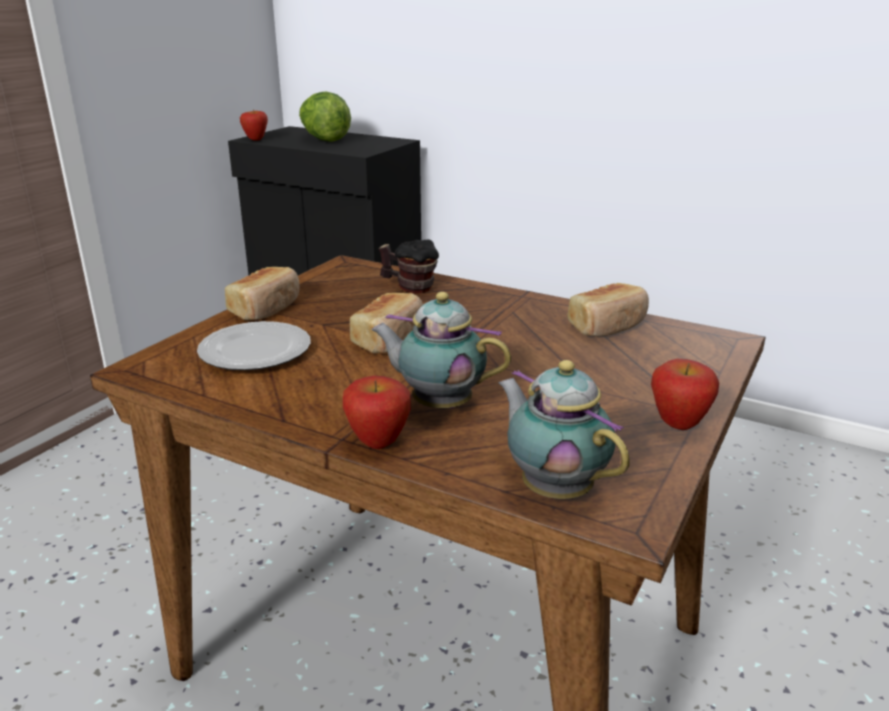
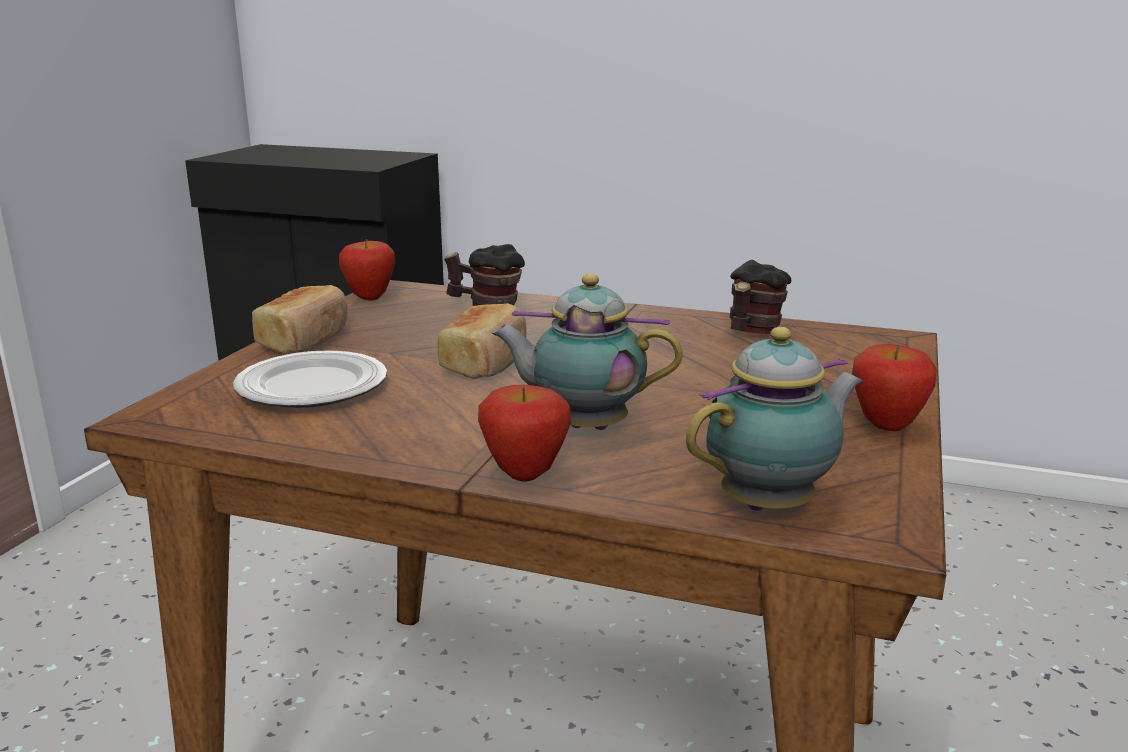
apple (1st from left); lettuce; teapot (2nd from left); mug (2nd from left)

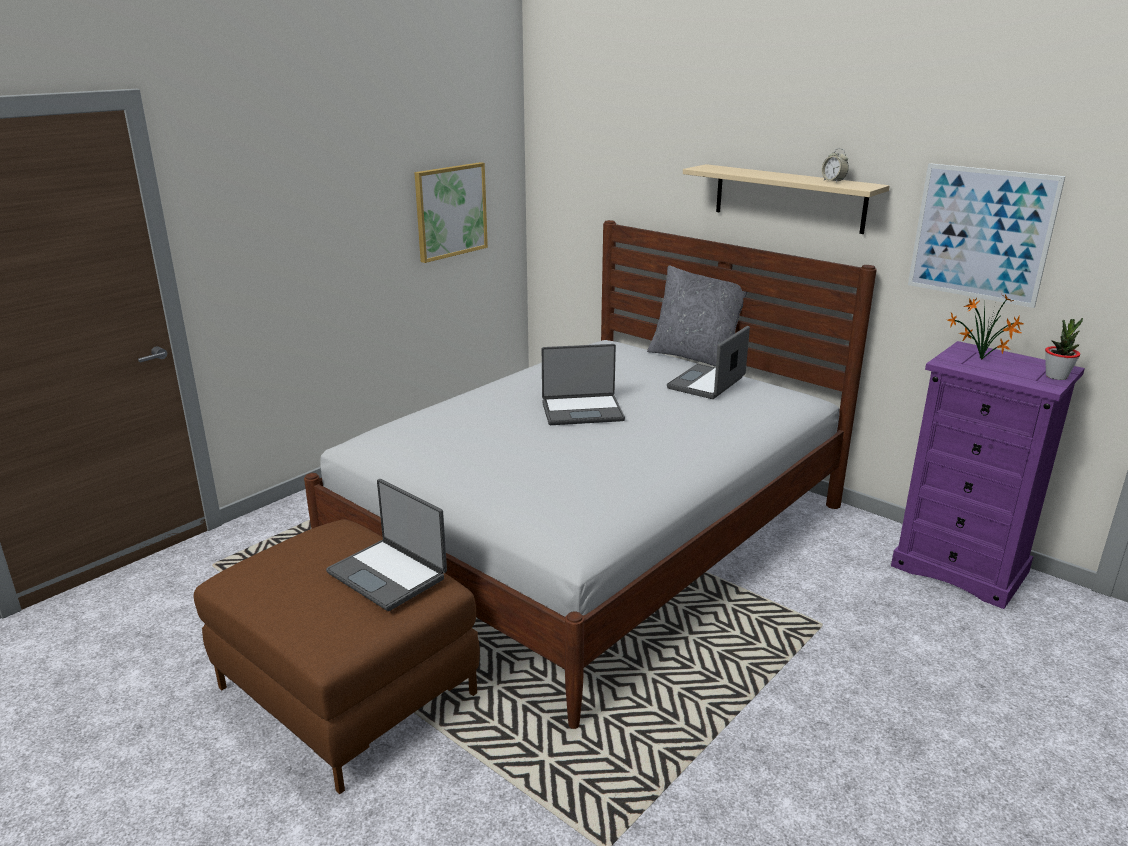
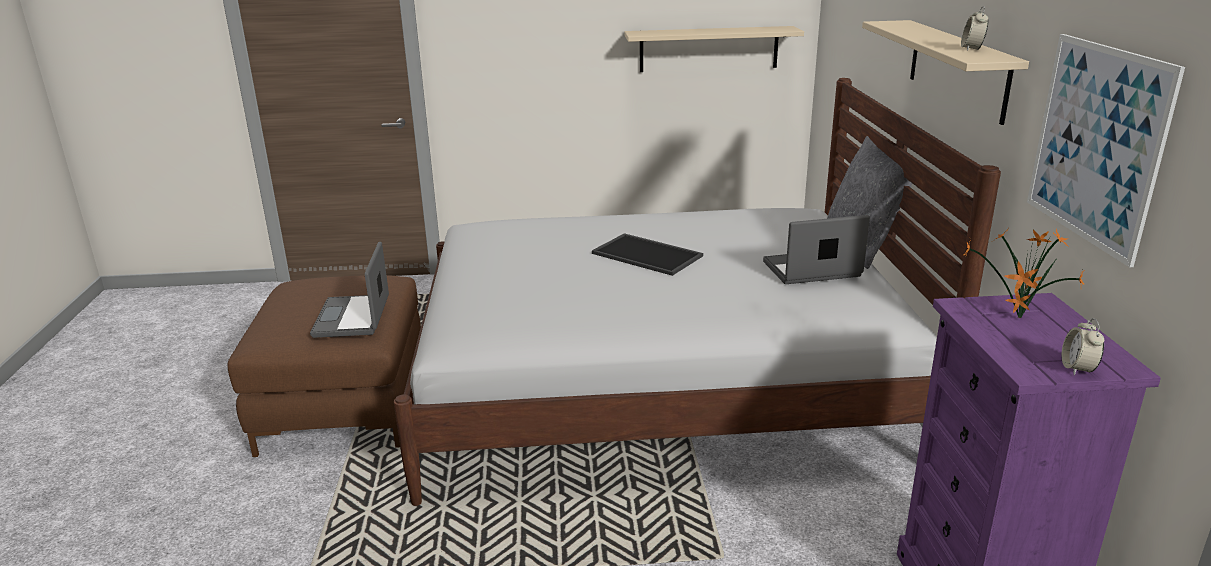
beige shelf (1st from left); tray; alarm clock (2nd from left)

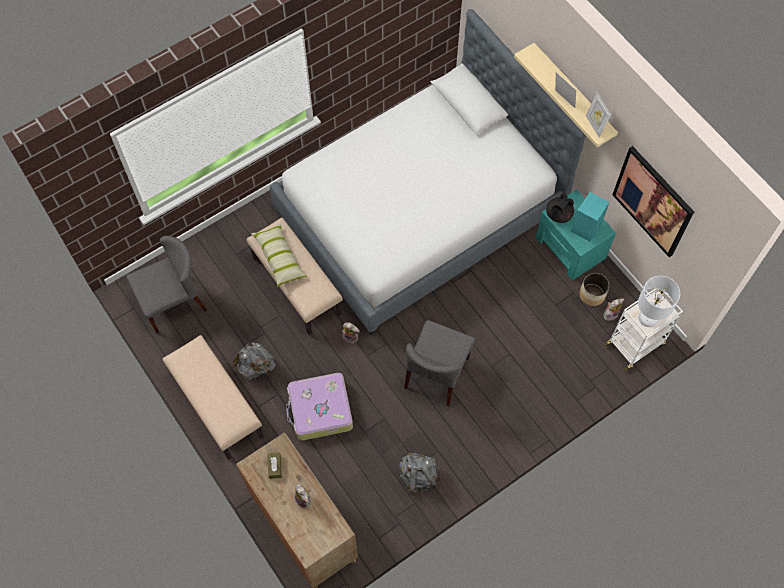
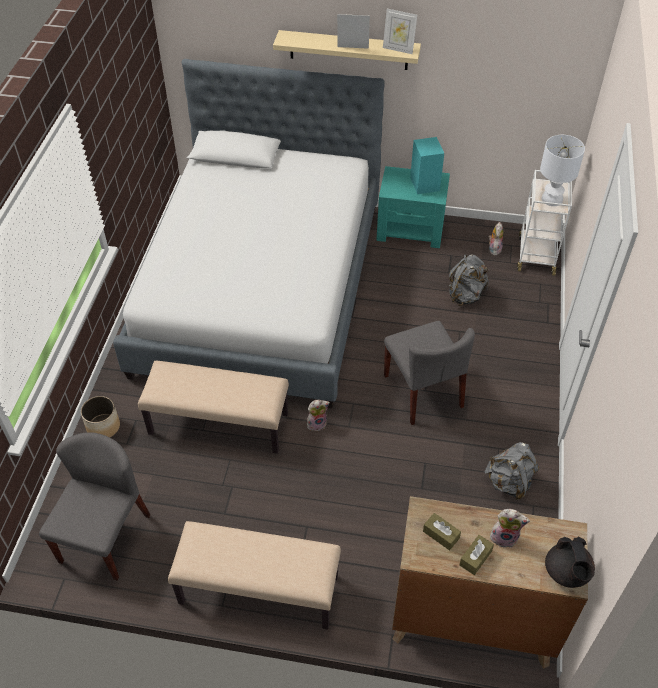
grey backpack (1st from left); pillow; suitcase; black teapot; planter; picture; brown tissue box (2nd from left)

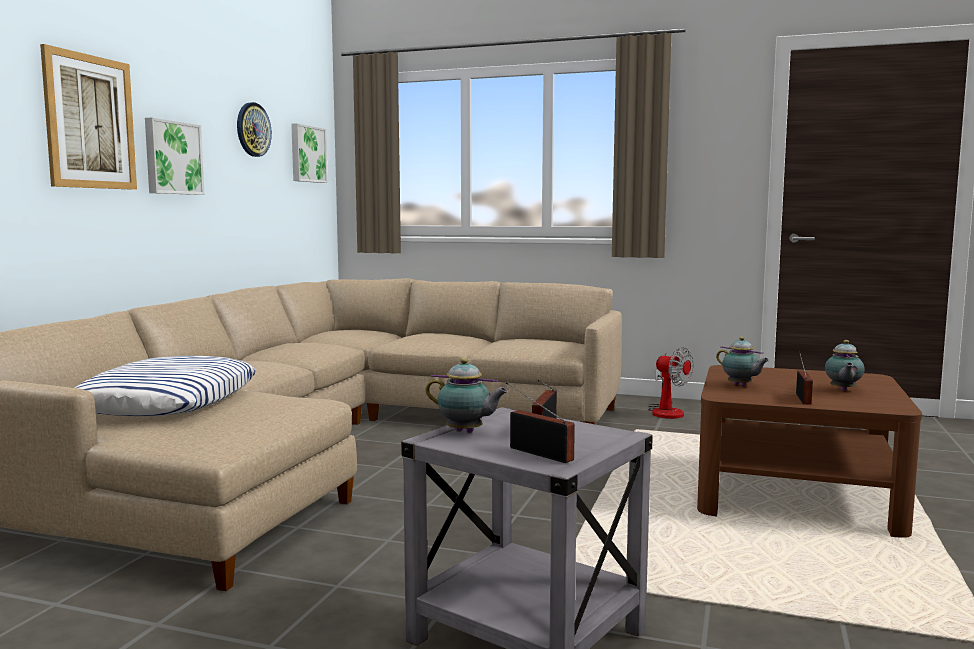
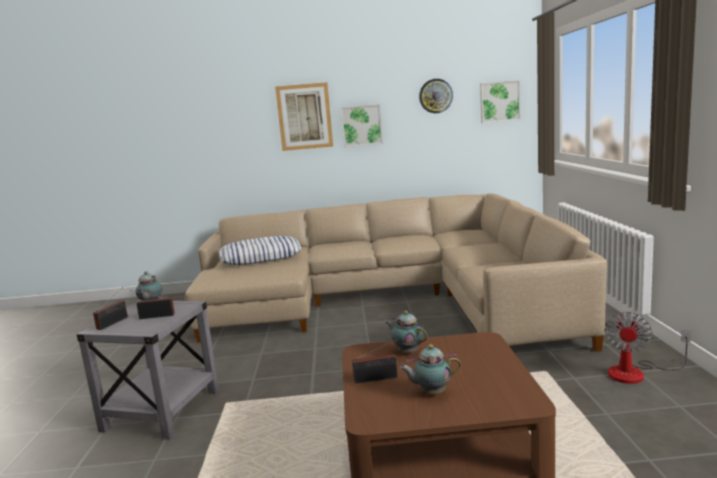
teapot (2nd from left)

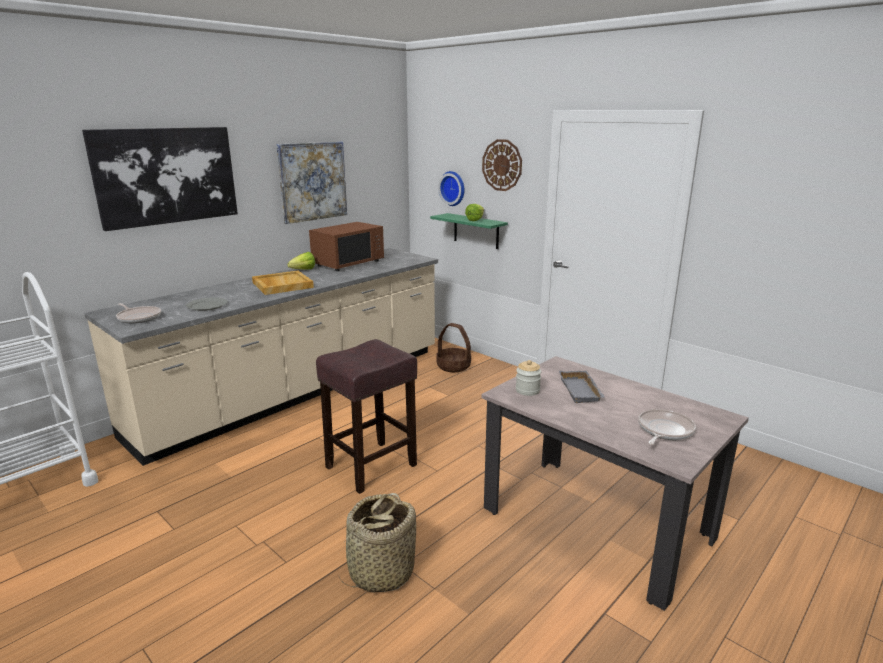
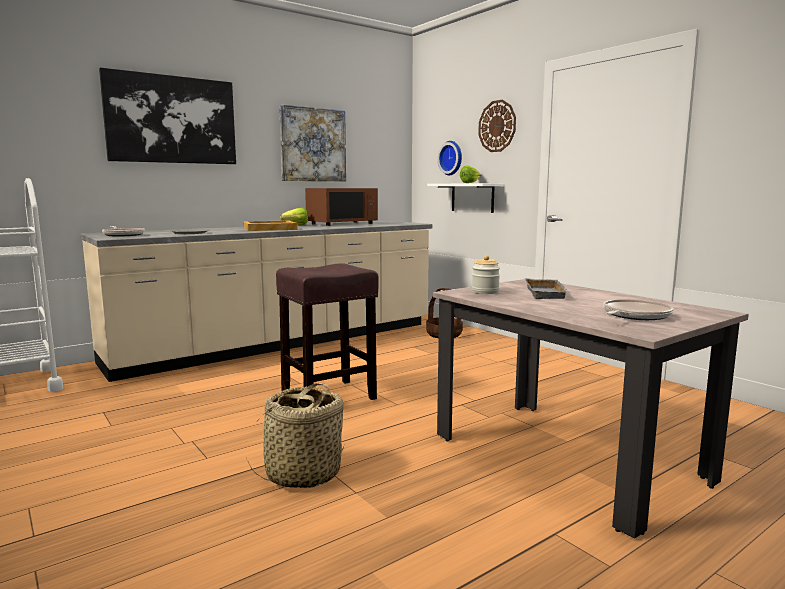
white shelf

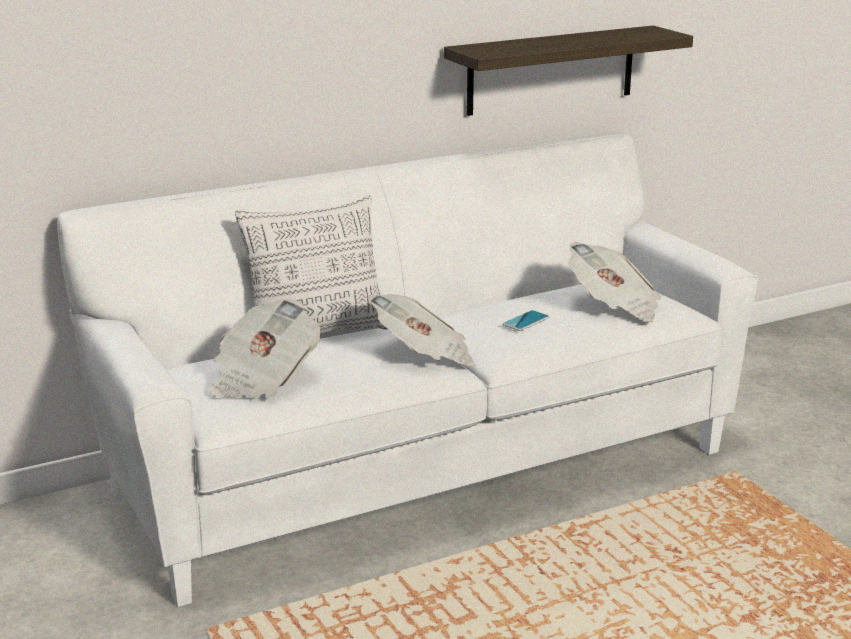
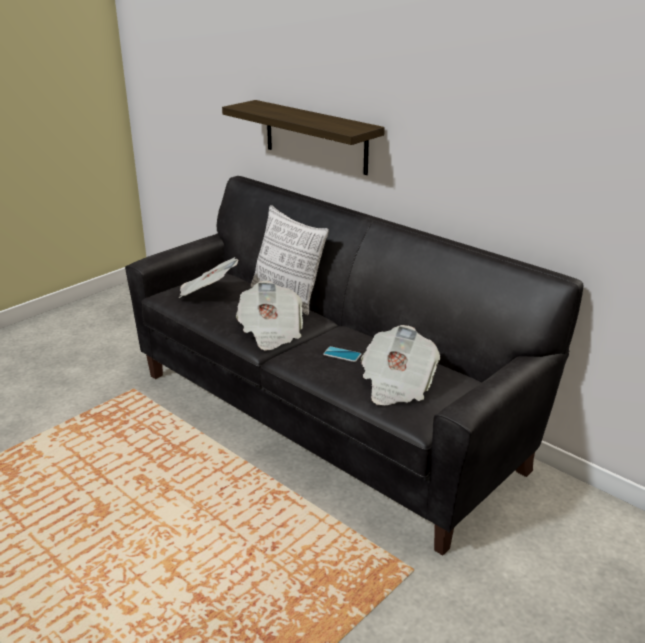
black sofa; shelf

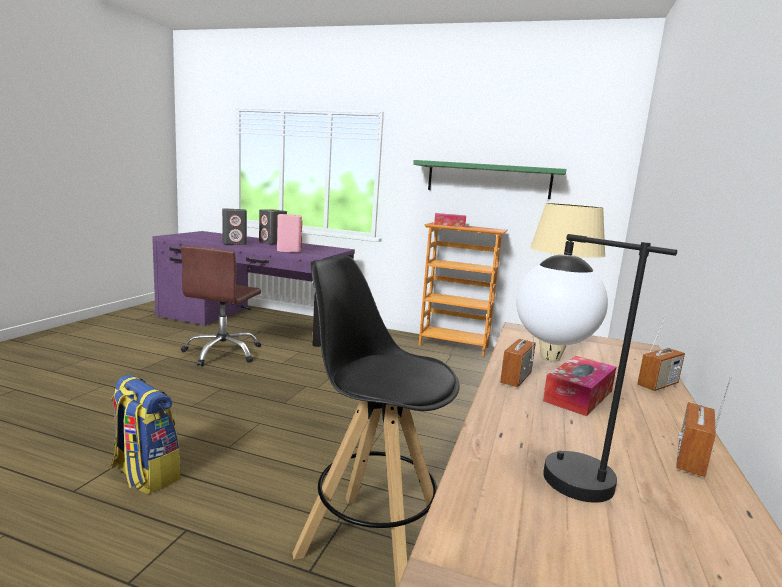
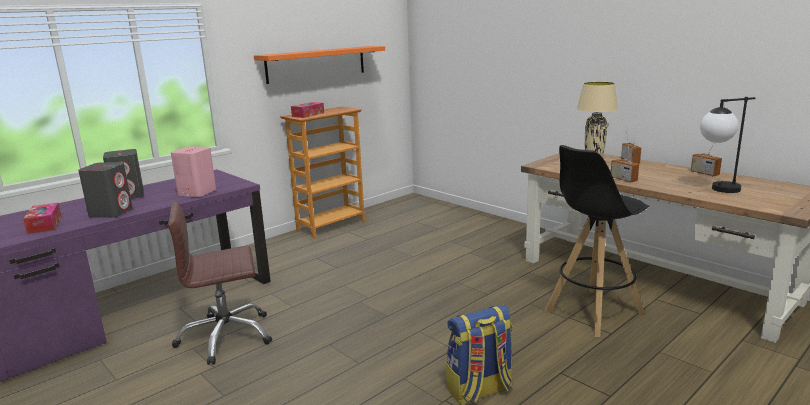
brown office chair; orange shelf; tissue box (1st from left)

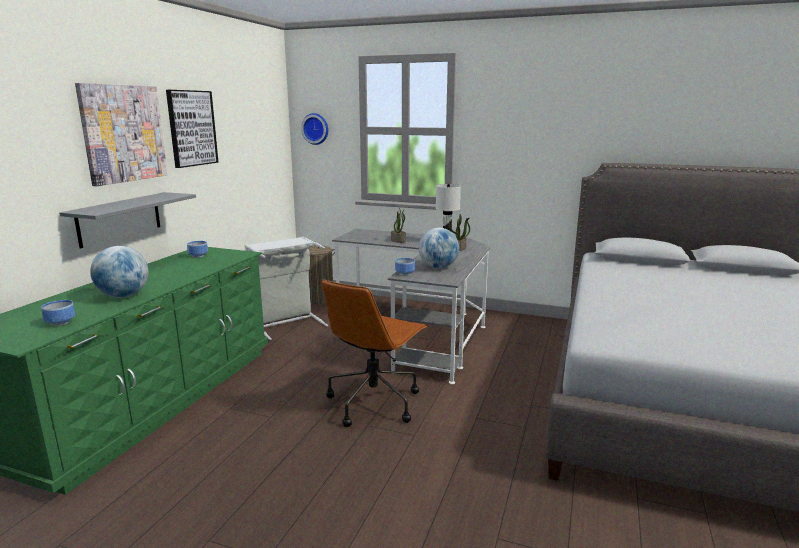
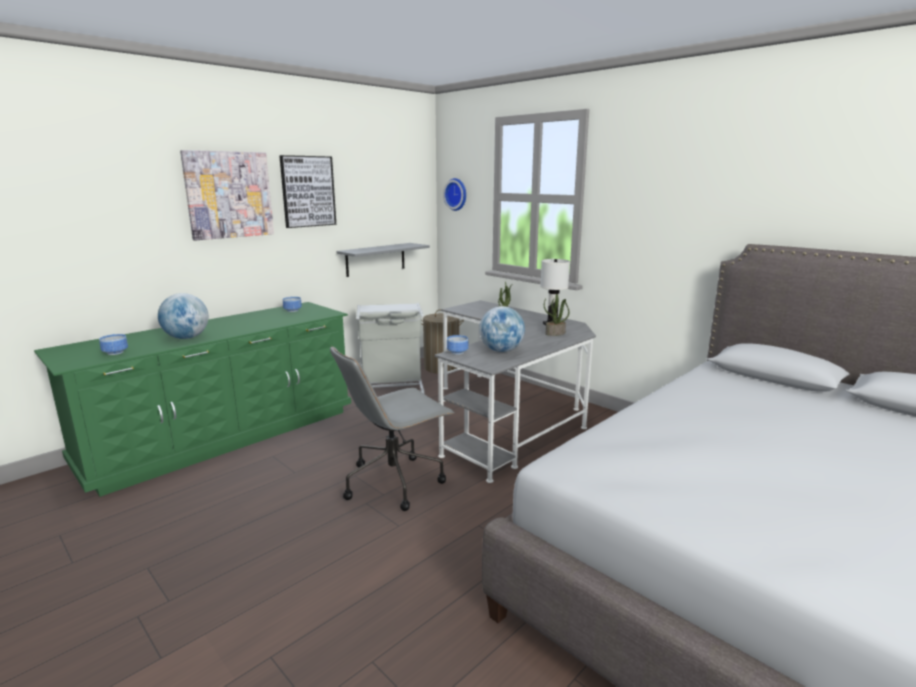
grey shelf; grey office chair

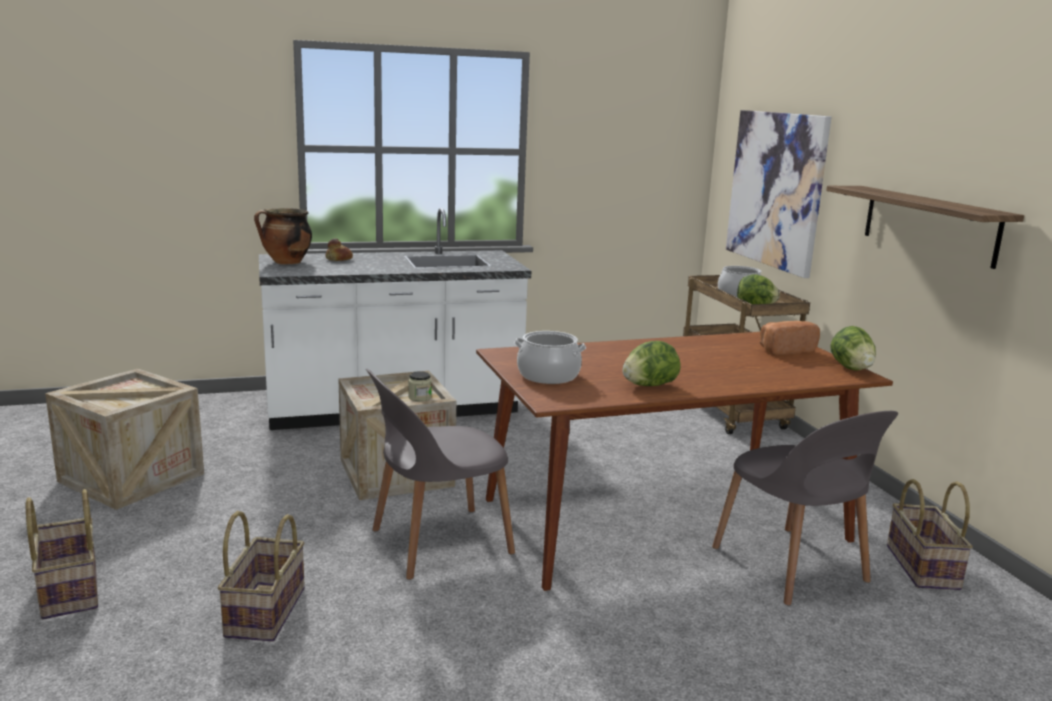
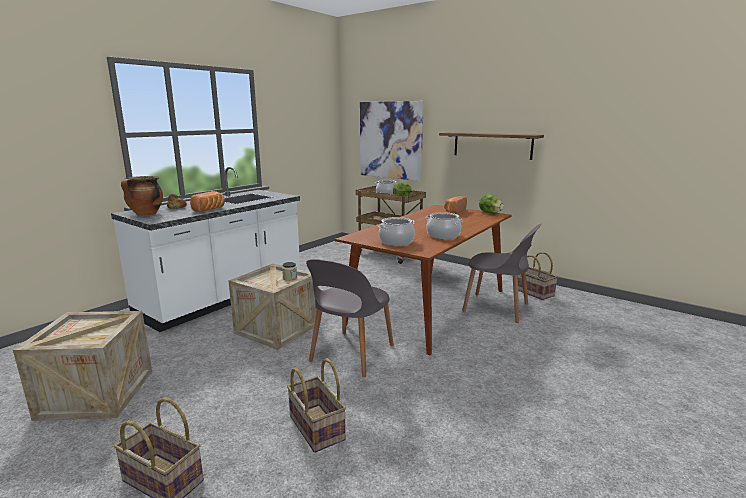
cooking pot (4th from left); bread (2nd from left)

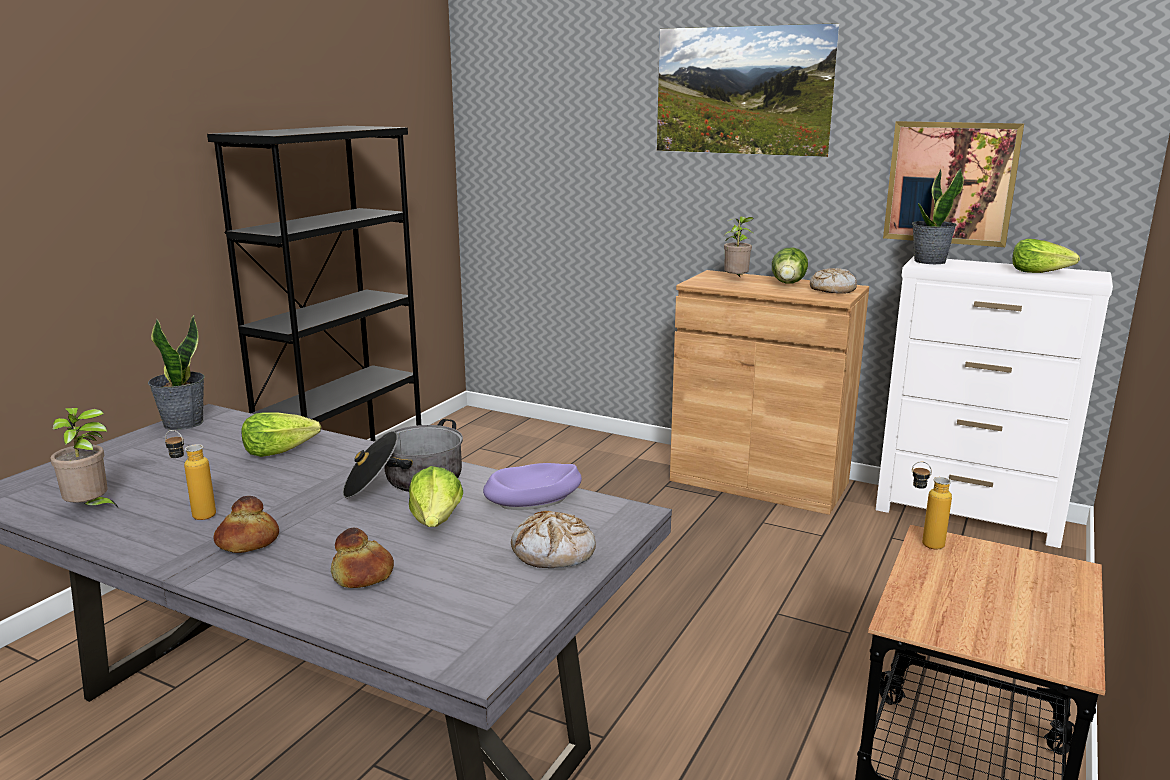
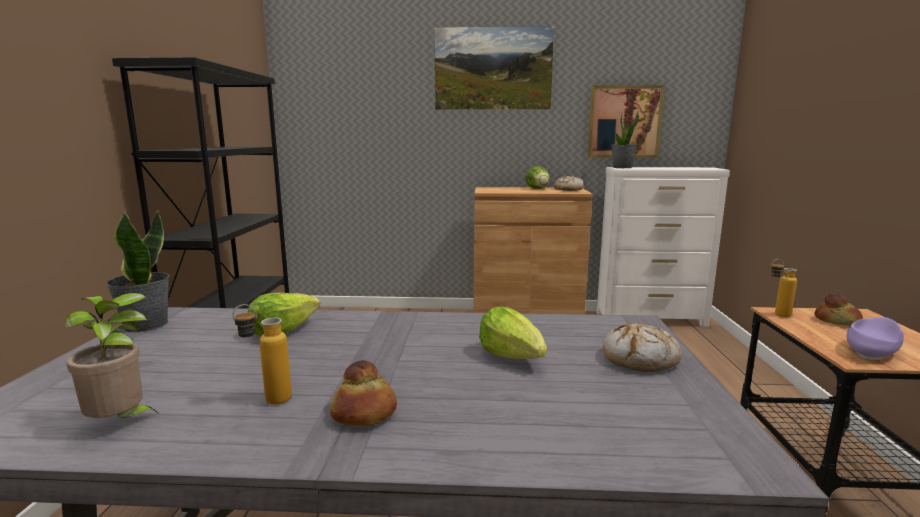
bread (4th from left); cooking pot; purple bowl; potted plant (3rd from left in the first image); lettuce (4th from left in the first image)

